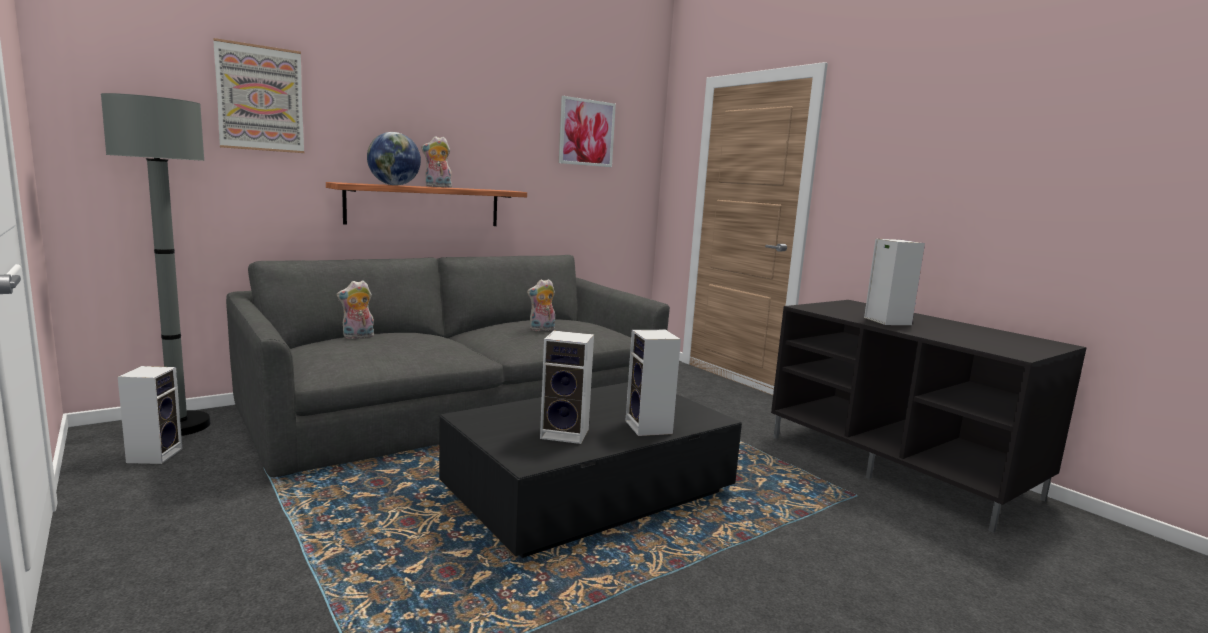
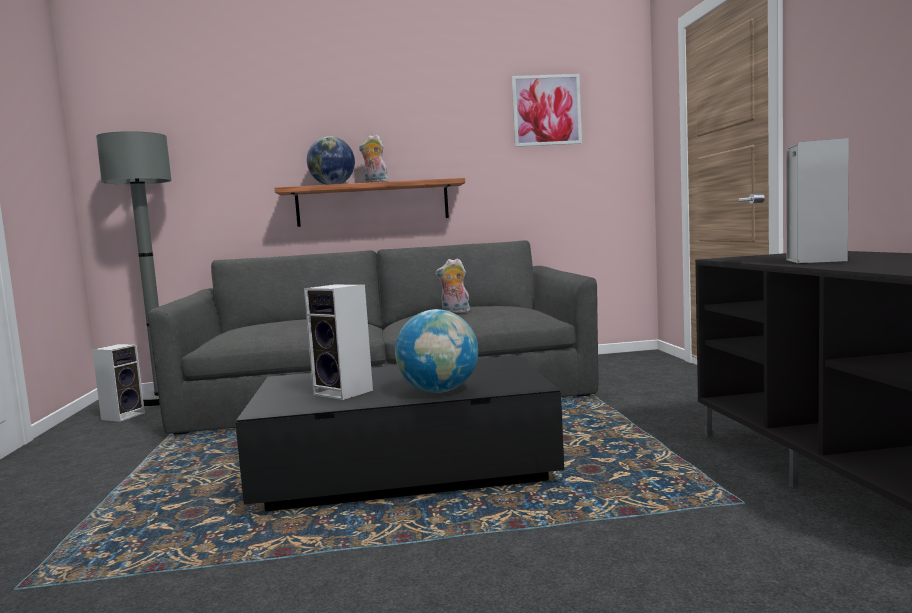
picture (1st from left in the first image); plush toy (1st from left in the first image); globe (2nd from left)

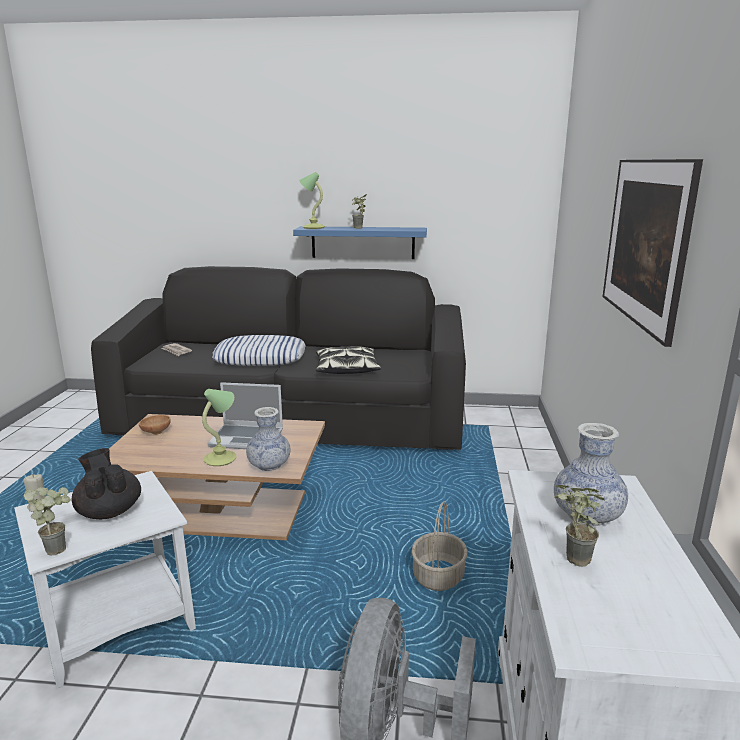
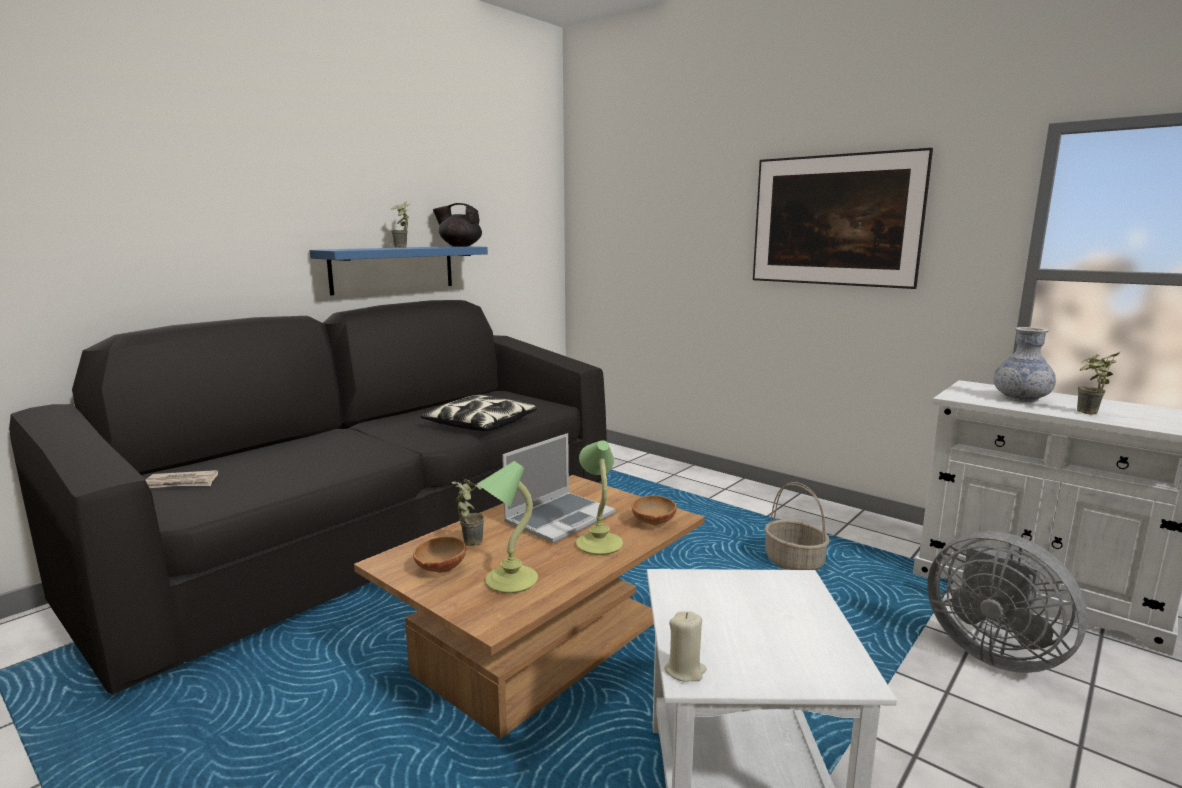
potted plant (2nd from left); black teapot; pillow (1st from left in the first image); brown bowl (2nd from left); table lamp (1st from left)

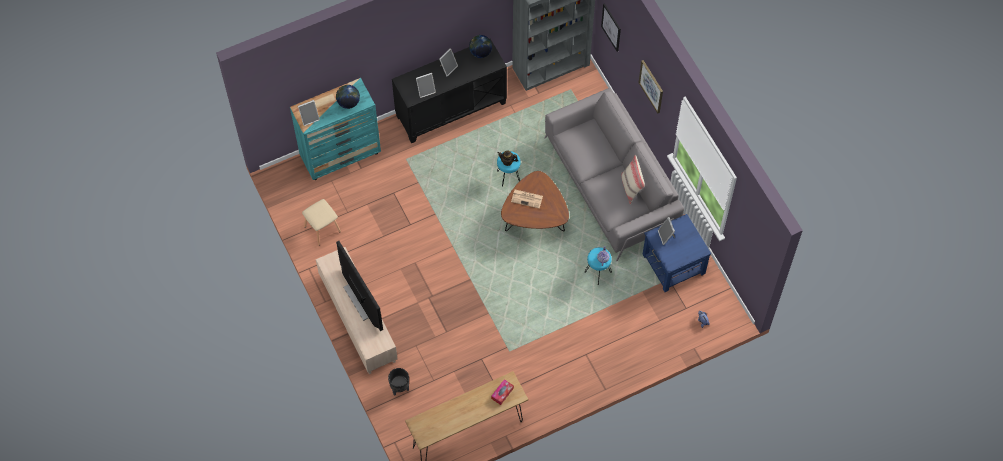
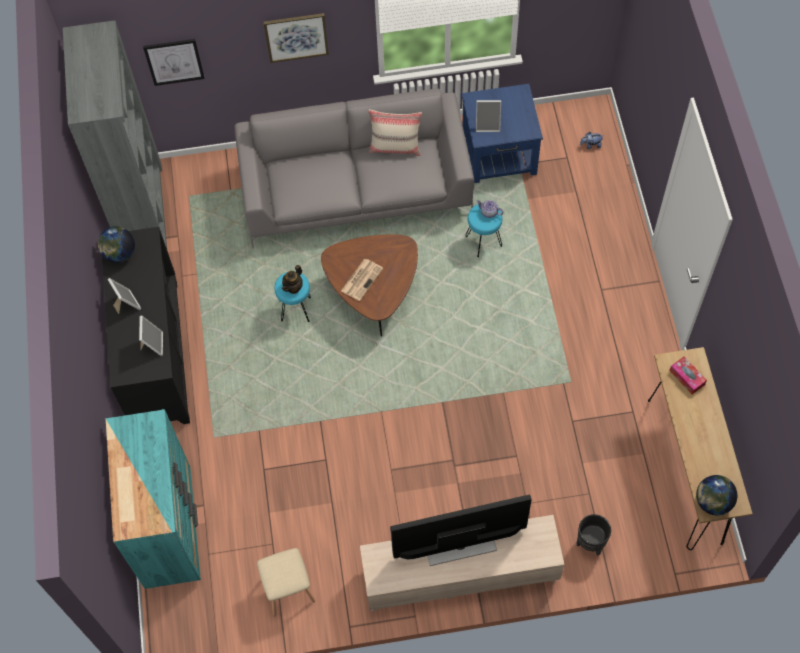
picture frame (1st from left in the first image); globe (2nd from left)

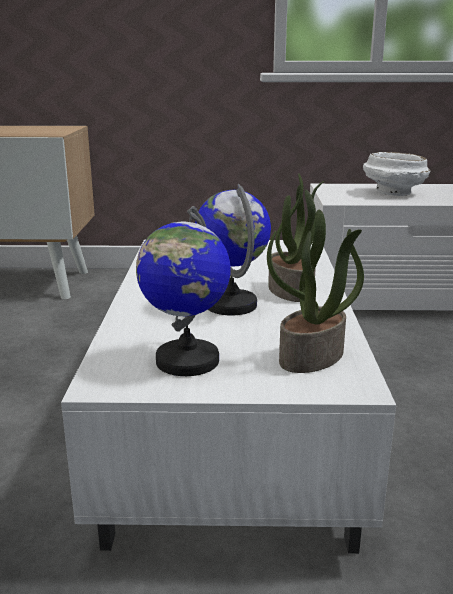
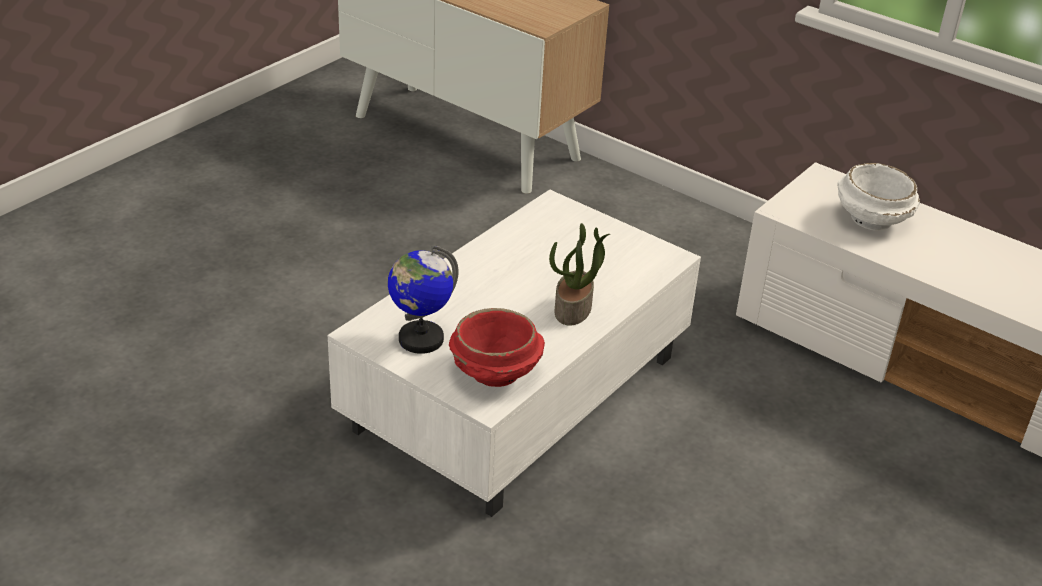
globe (2nd from left in the first image); red bowl

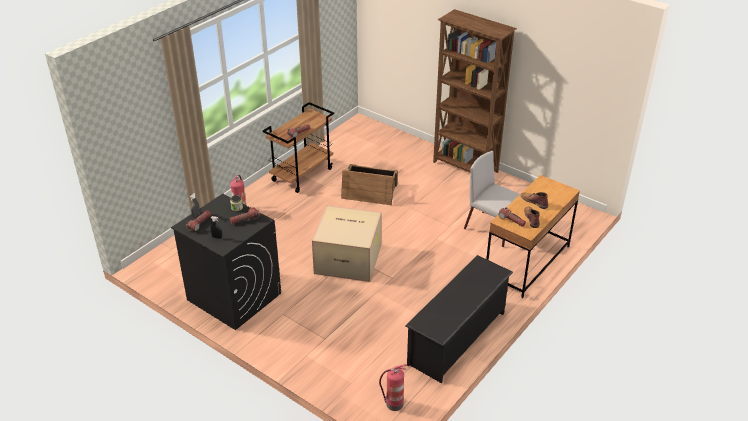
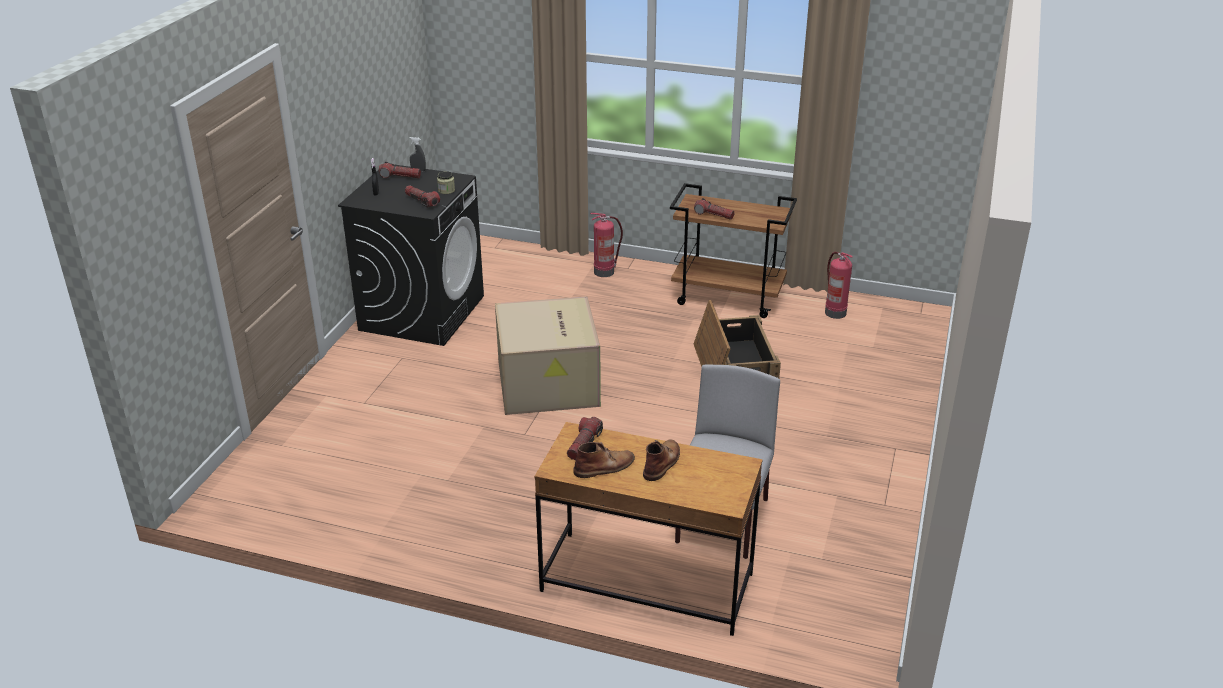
fire extinguisher (2nd from left); black shoe rack; brown bookcase

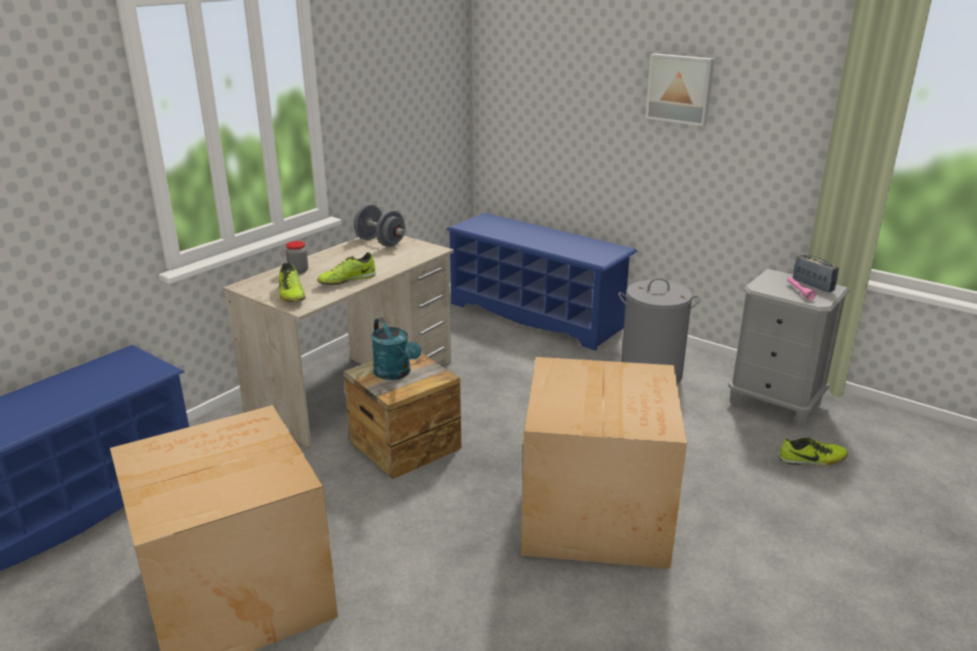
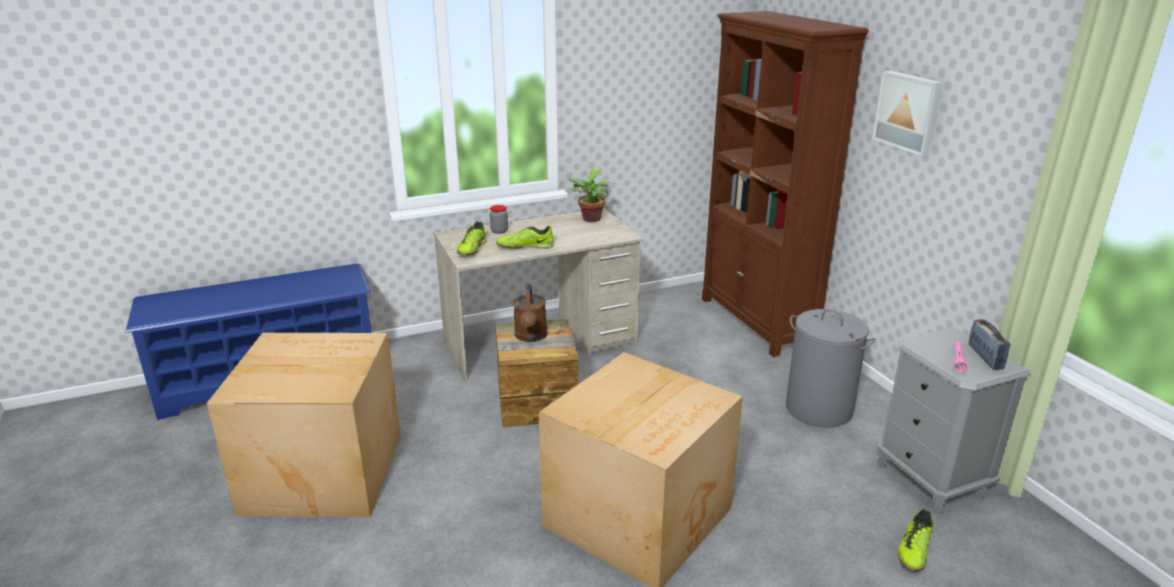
potted plant; brown watering can; brown bookcase; shoe (3rd from left)

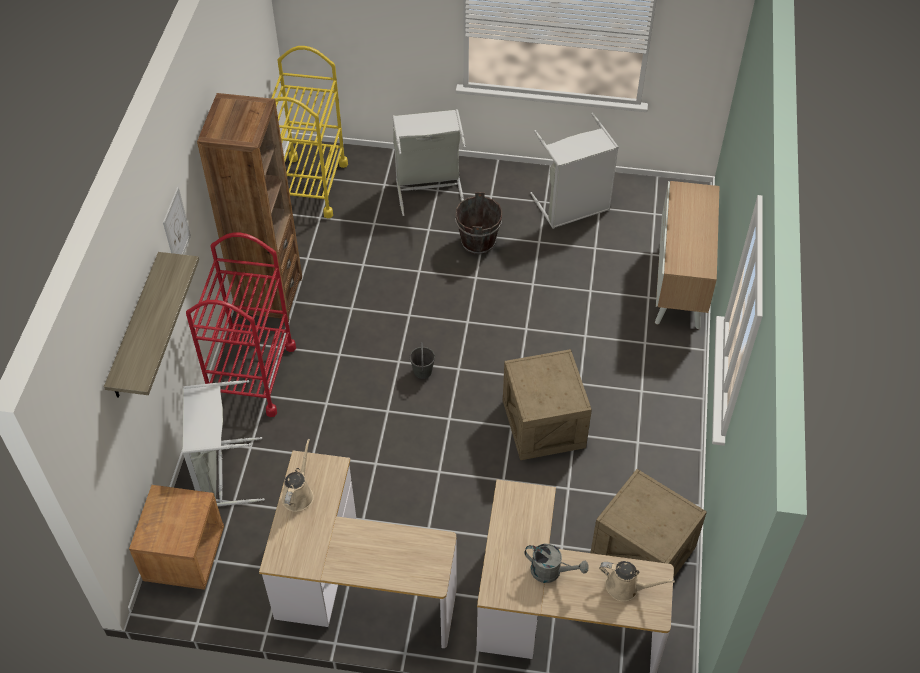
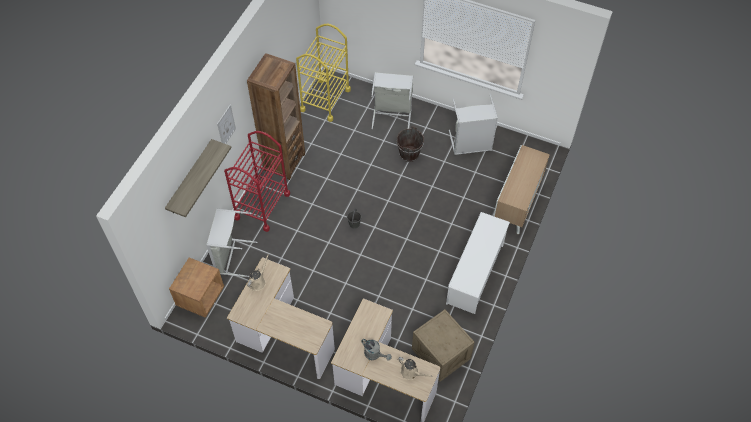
crate (1st from left in the first image); white shoe rack

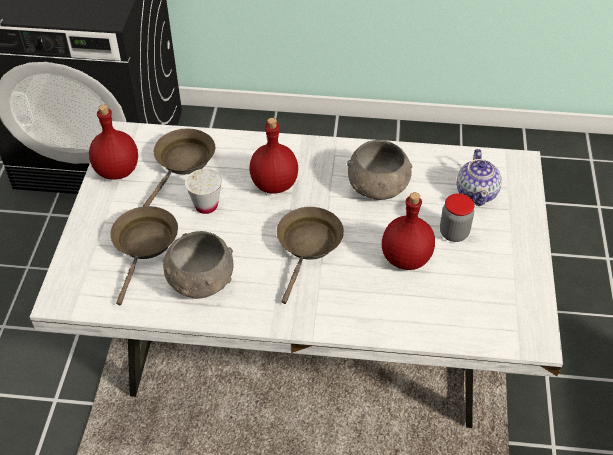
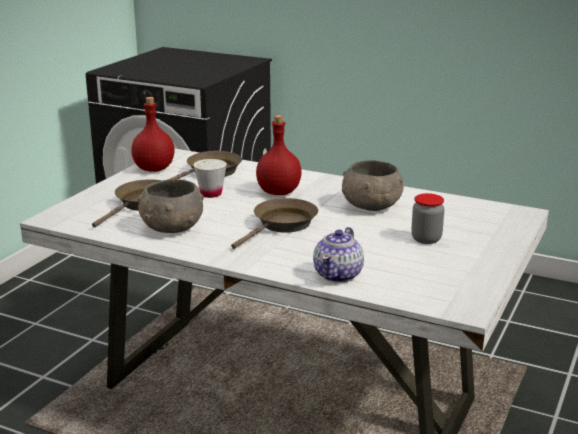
red bottle (3rd from left in the first image); teapot

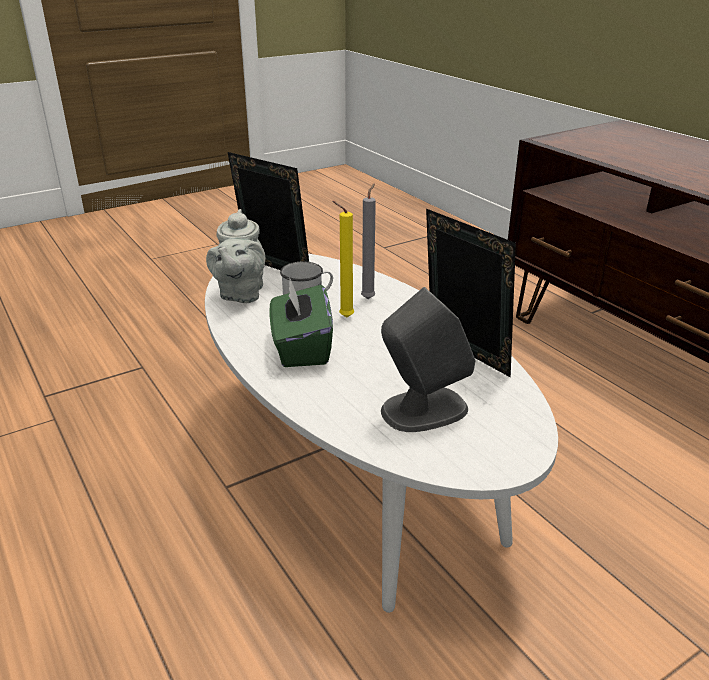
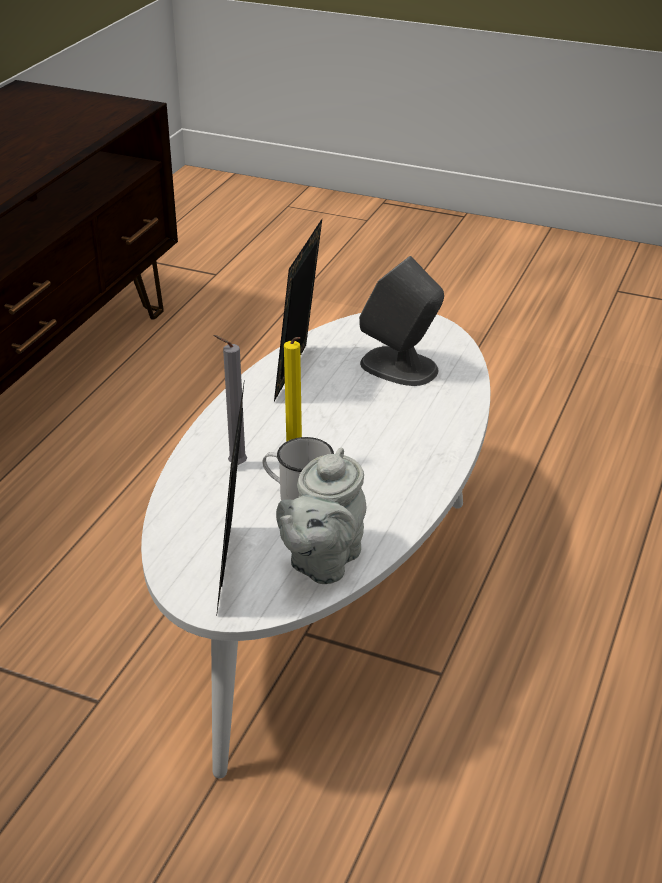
grey teapot; green tissue box

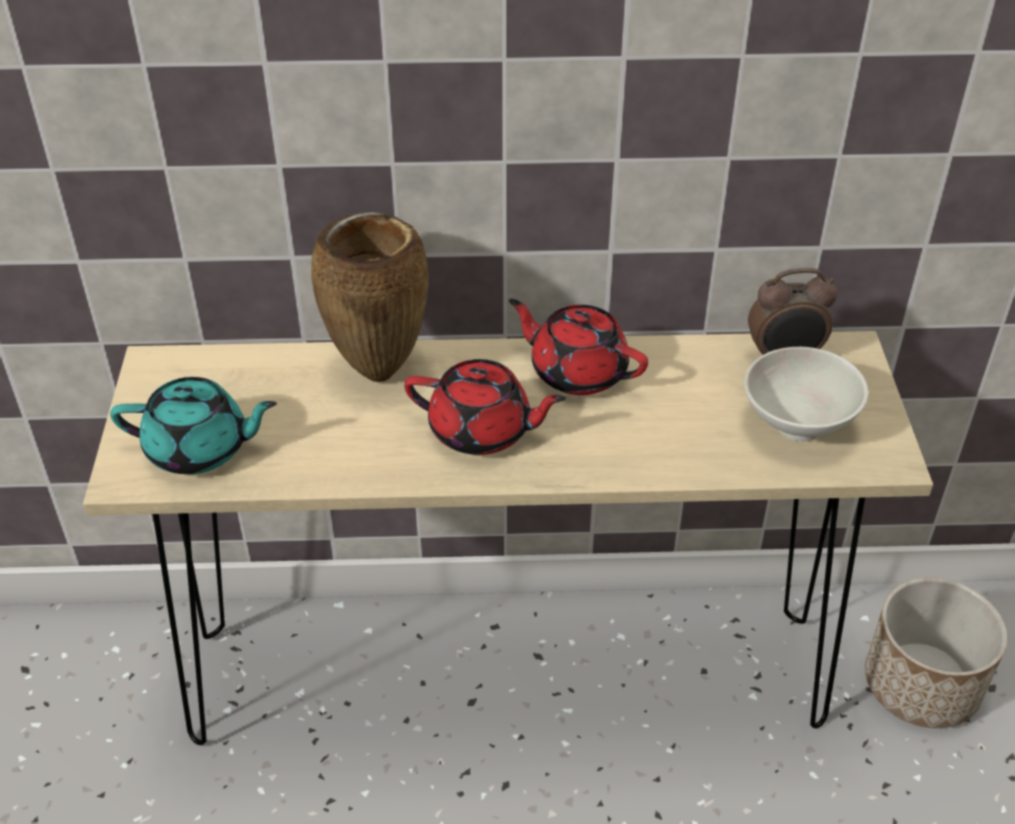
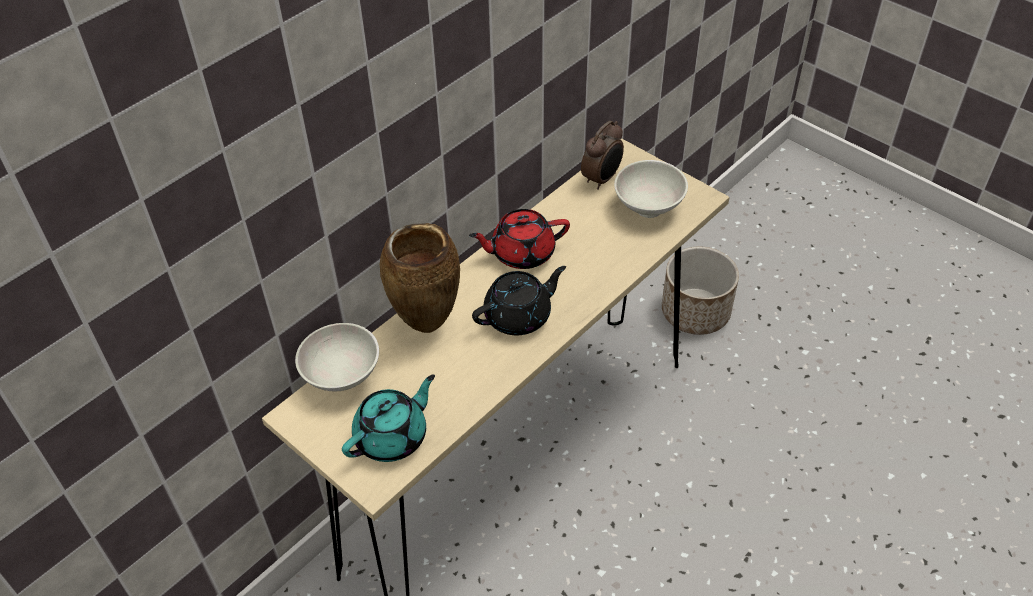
black teapot; white bowl (1st from left)

